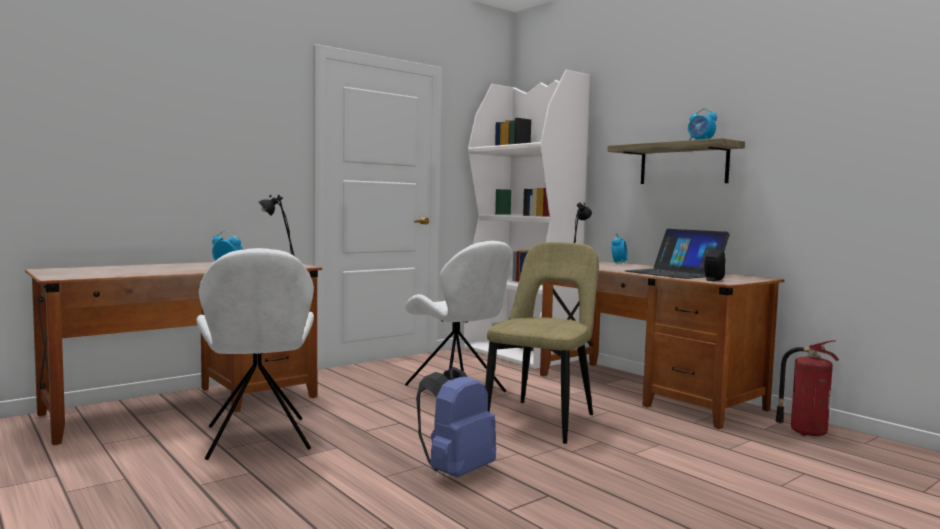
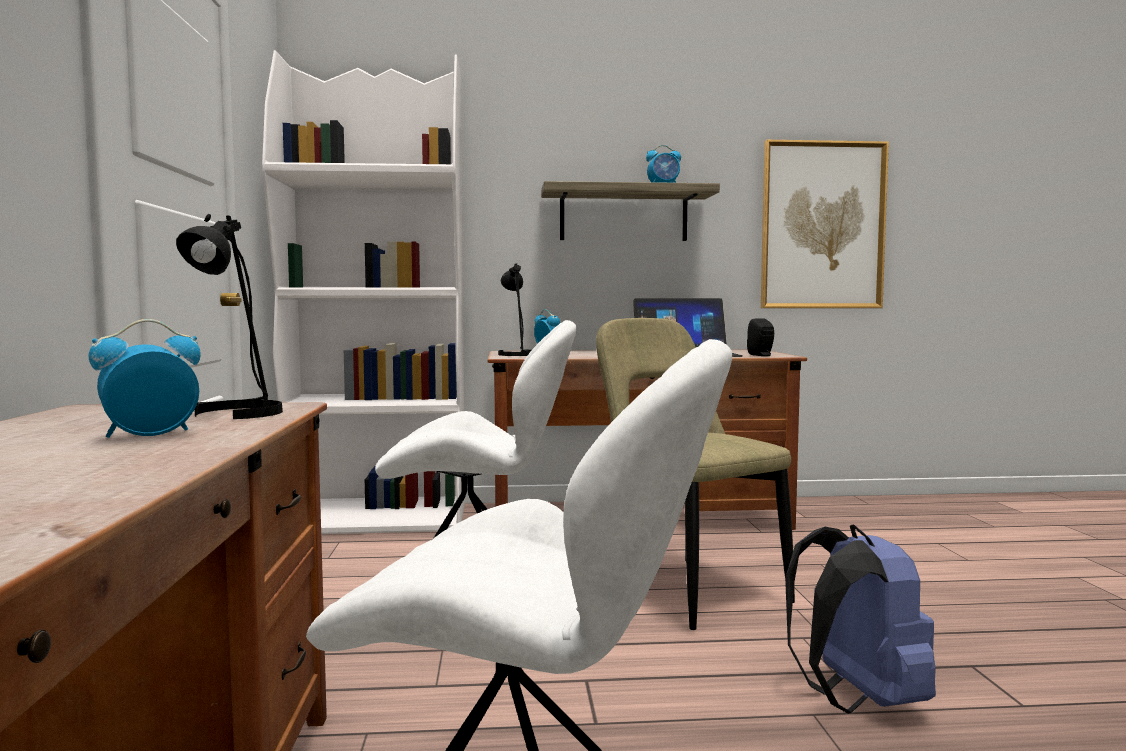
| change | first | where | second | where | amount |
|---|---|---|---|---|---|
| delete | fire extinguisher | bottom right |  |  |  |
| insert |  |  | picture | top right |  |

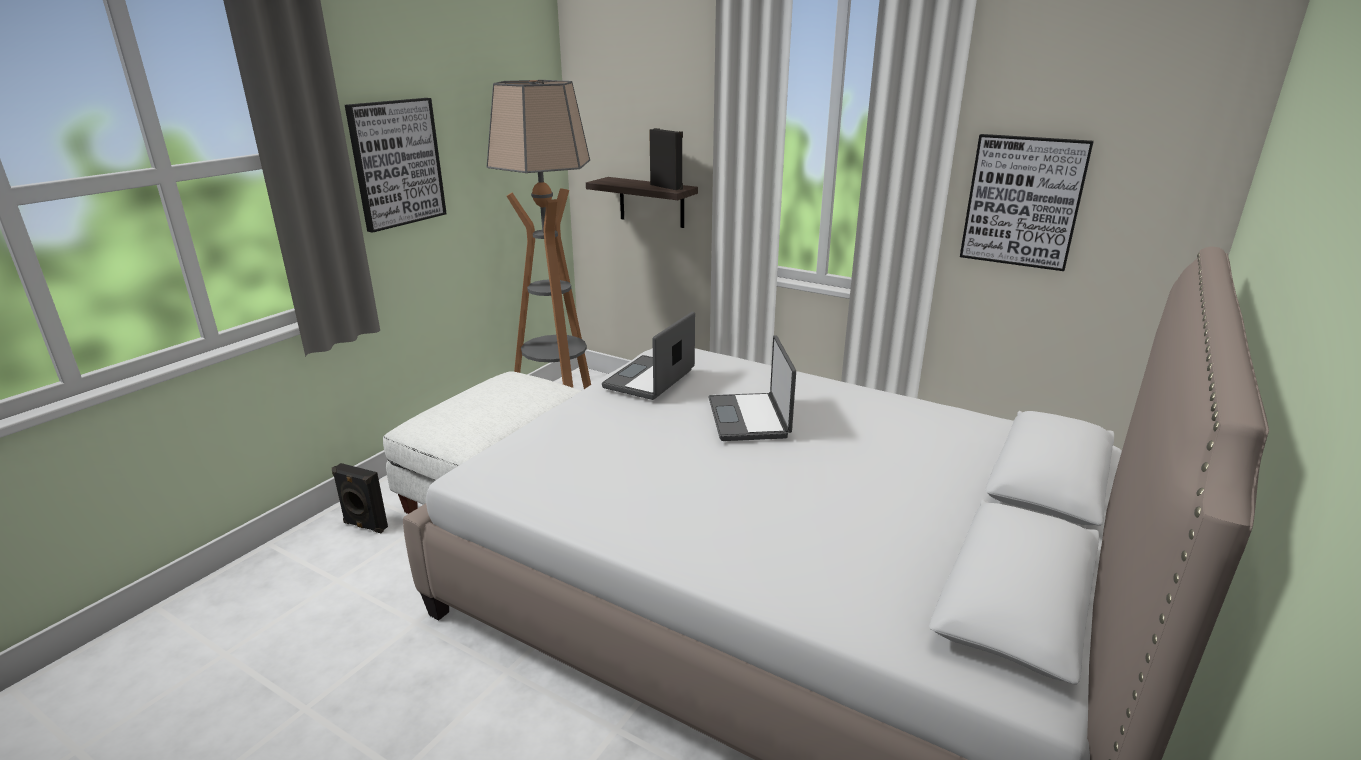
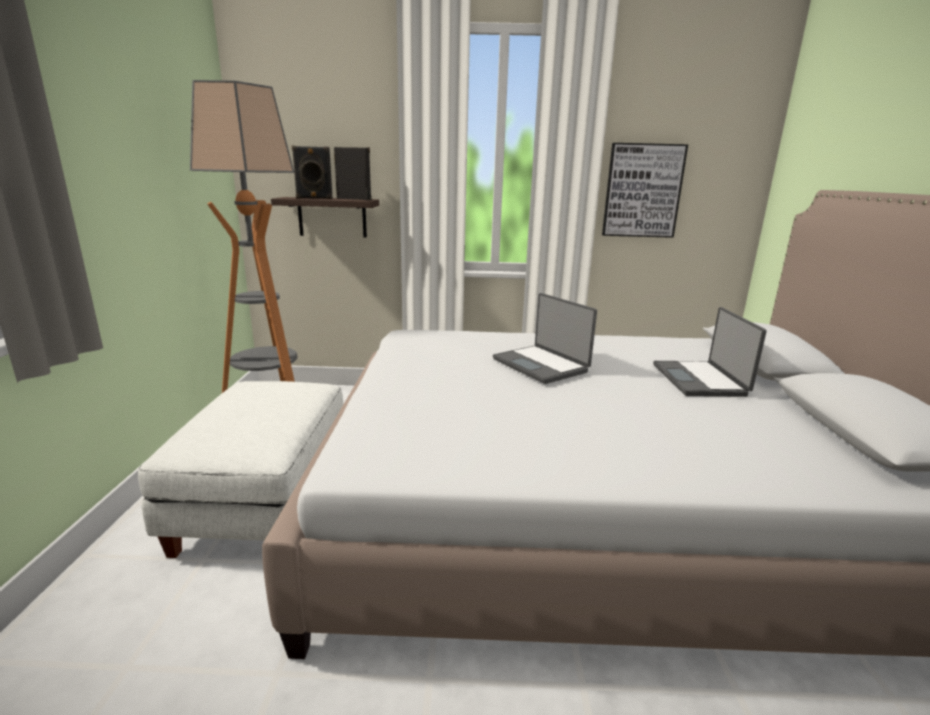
| change | first | where | second | where | amount |
|---|---|---|---|---|---|
| delete | picture (1st from left) | top left |  |  |  |
| move | black speaker (1st from left) | middle left |  | top centre |  |
| move | laptop (1st from left in the first image) | centre | laptop (2nd from left) | middle right |  |

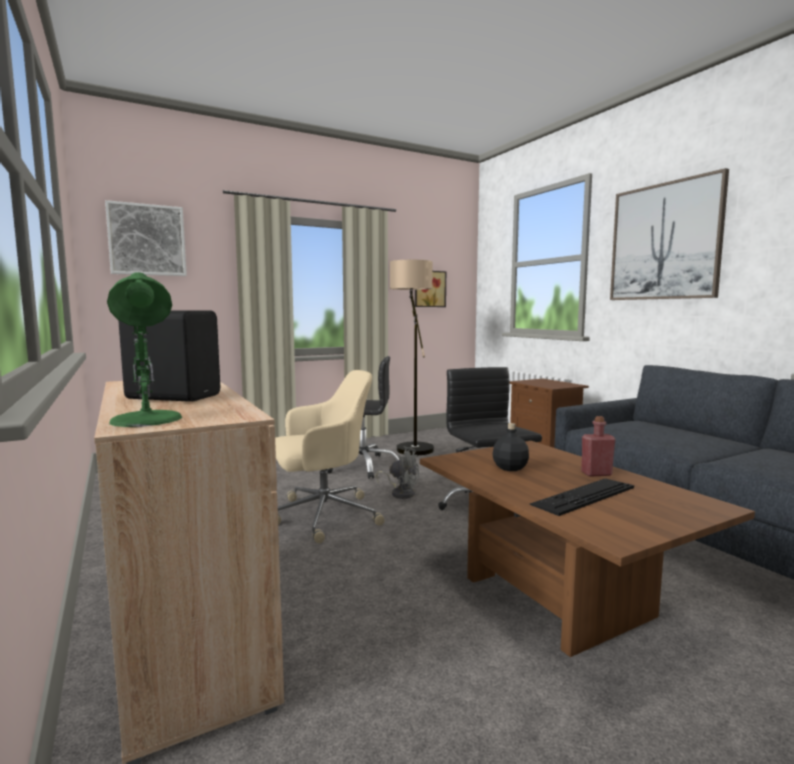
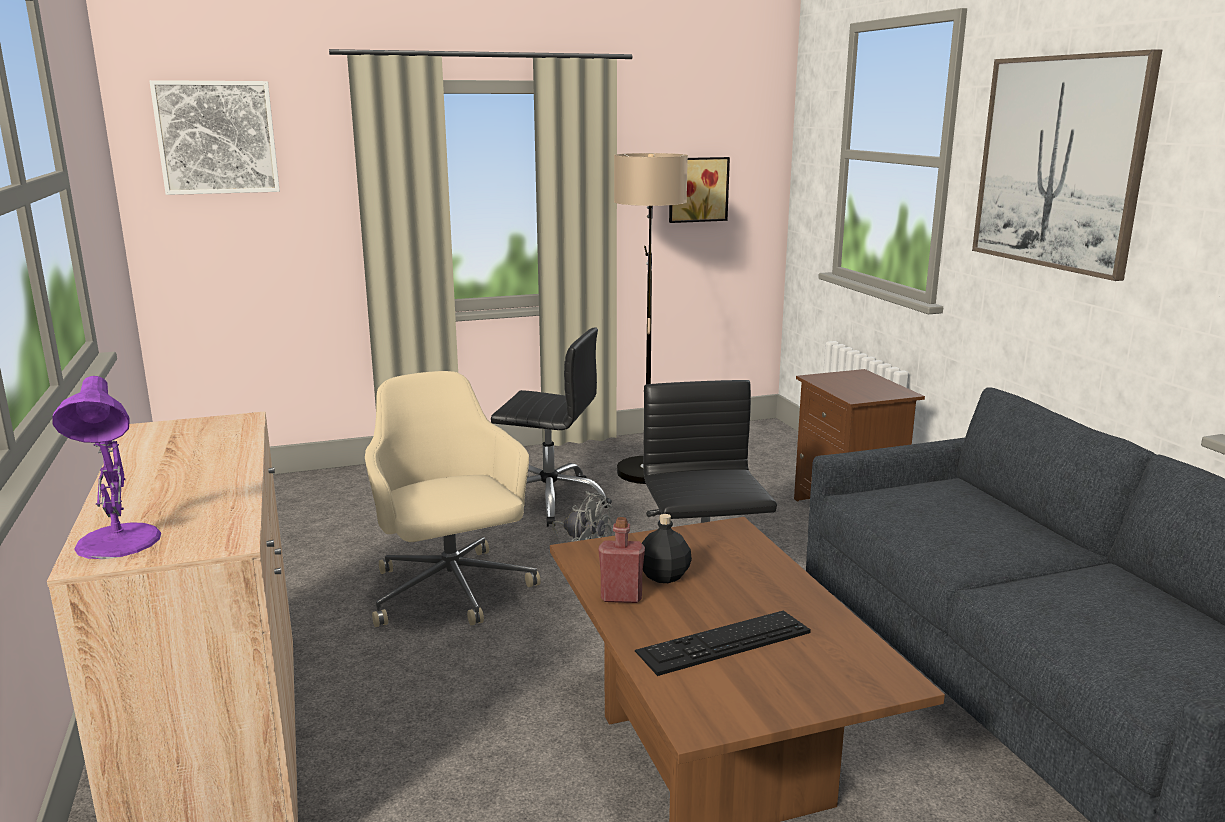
| change | first | where | second | where | amount |
|---|---|---|---|---|---|
| delete | black speaker | middle left |  |  |  |
| move | red bottle | middle right |  | bottom centre |  |
| recolor | green table lamp | middle left | purple table lamp | middle left |  |
| rotate | beige office chair | centre |  | centre | 105 degrees counterclockwise |

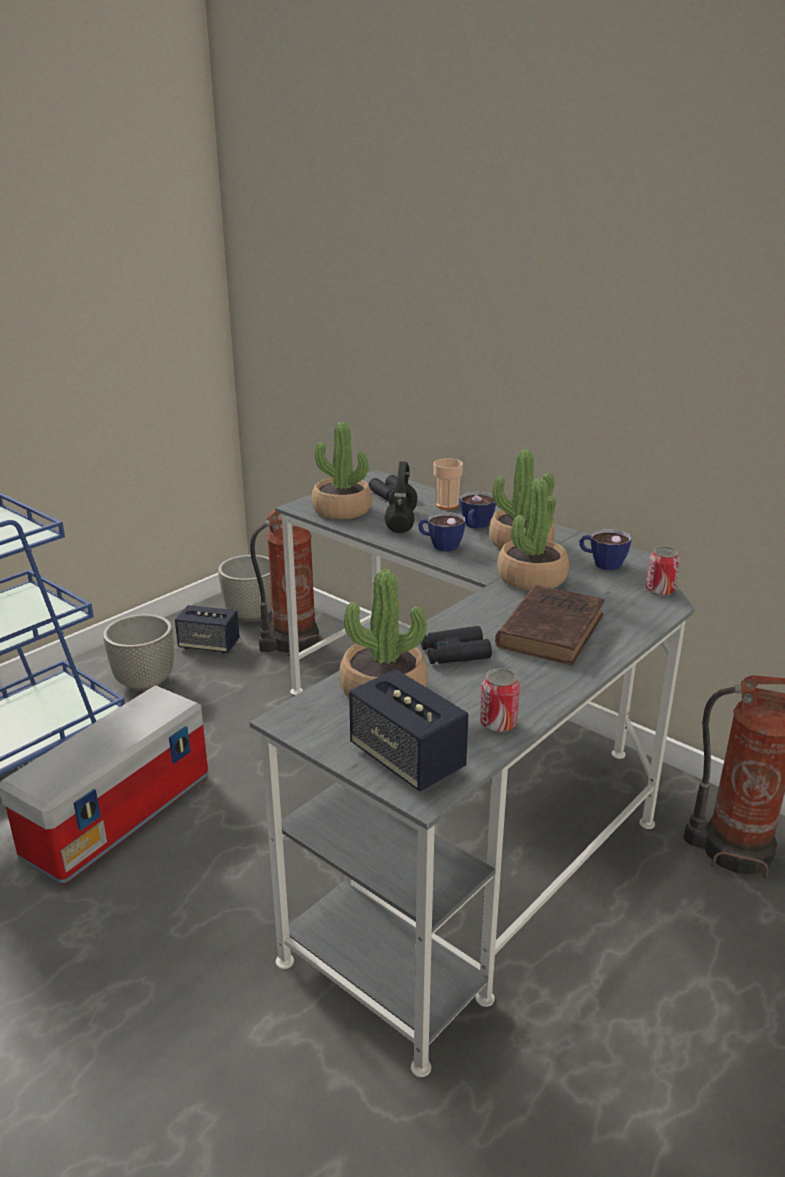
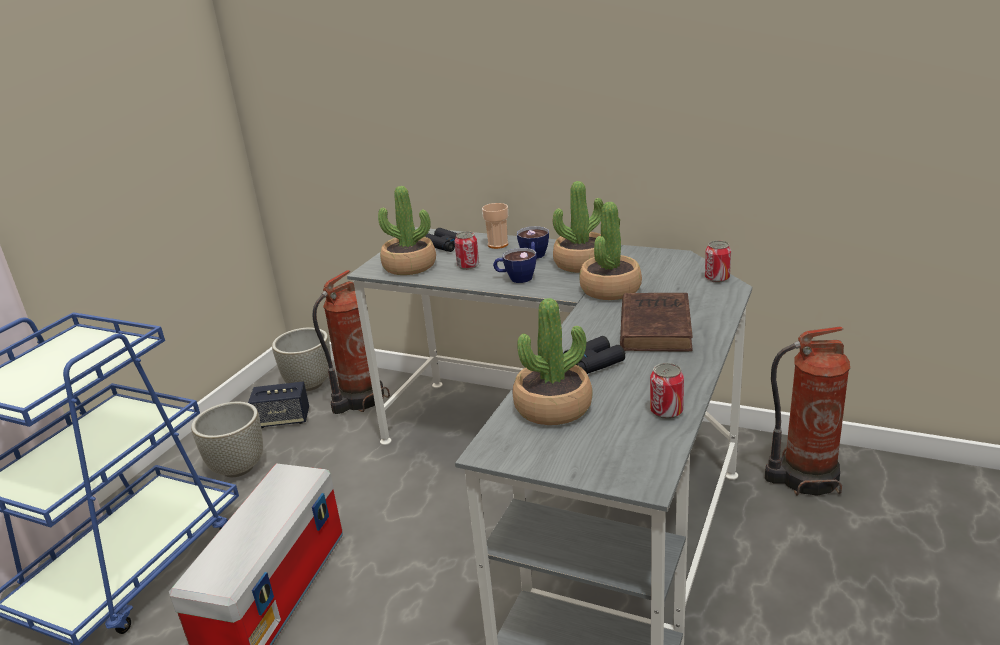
| change | first | where | second | where | amount |
|---|---|---|---|---|---|
| delete | speaker (2nd from left) | centre |  |  |  |
| delete | cup (4th from left) | middle right |  |  |  |
| replace | black headphones | centre | can (1st from left) | centre |  |

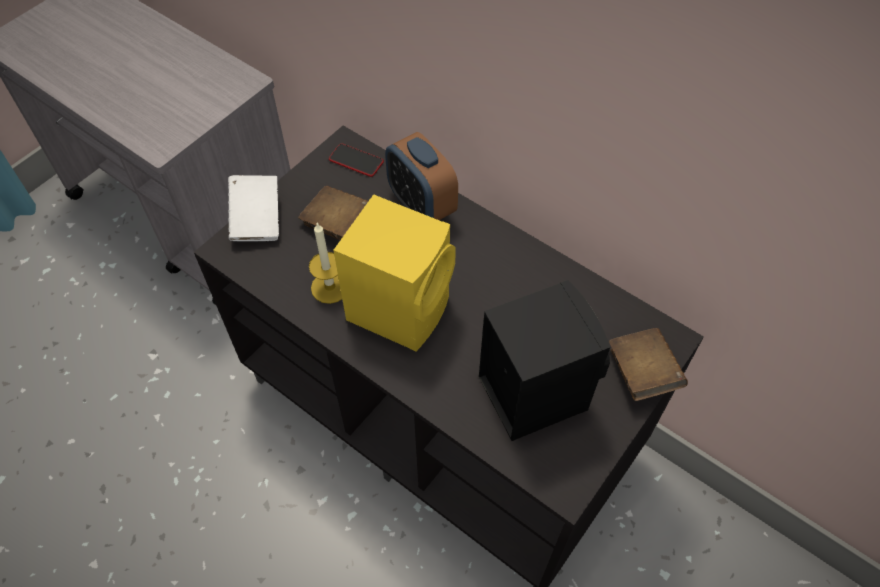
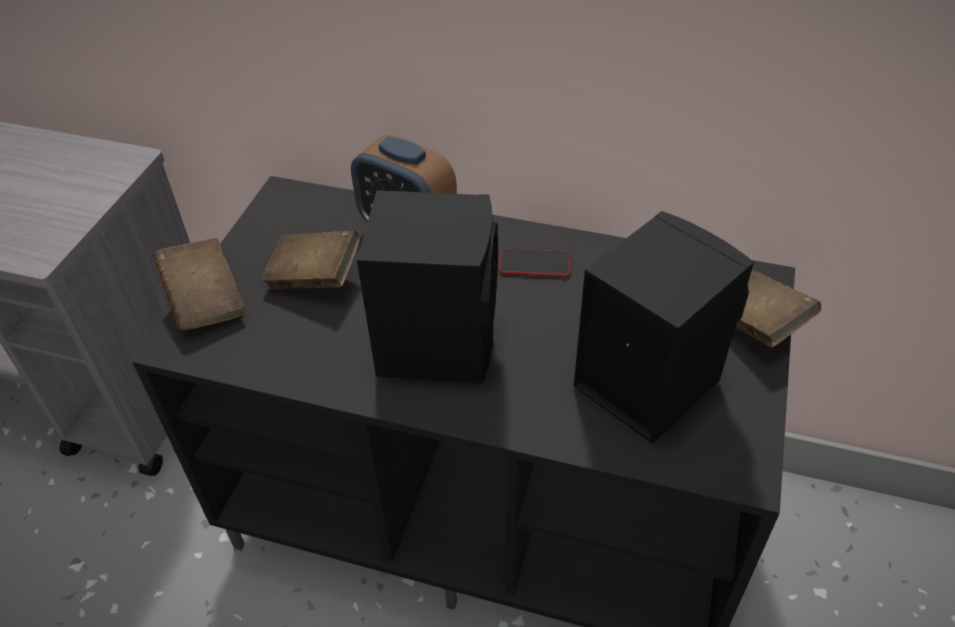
| change | first | where | second | where | amount |
|---|---|---|---|---|---|
| delete | candle | centre |  |  |  |
| move | phone | top centre |  | centre |  |
| recolor | white book | middle left | brown book (1st from left) | middle left |  |
| recolor | yellow speaker | centre | black speaker (1st from left) | centre |  |

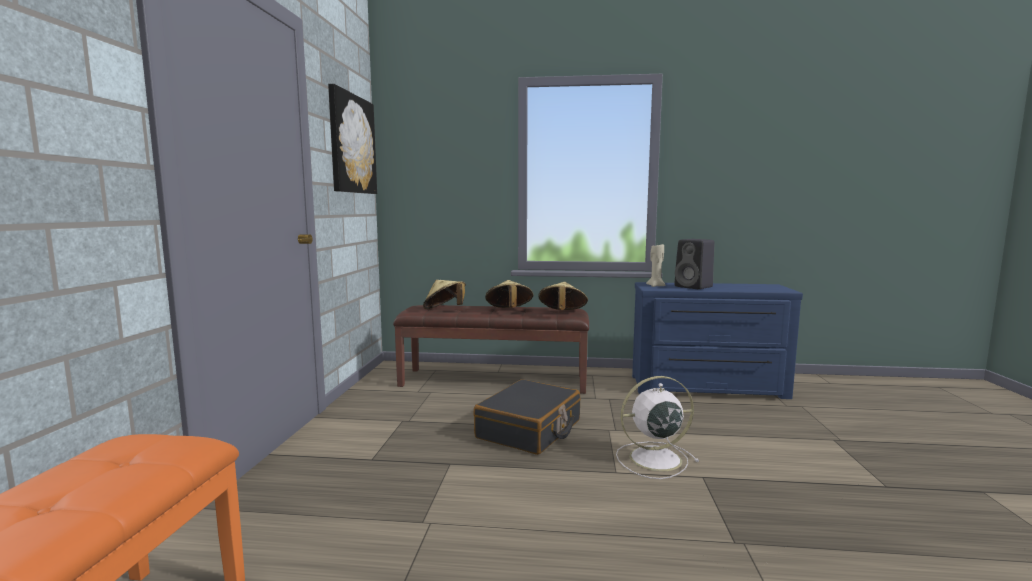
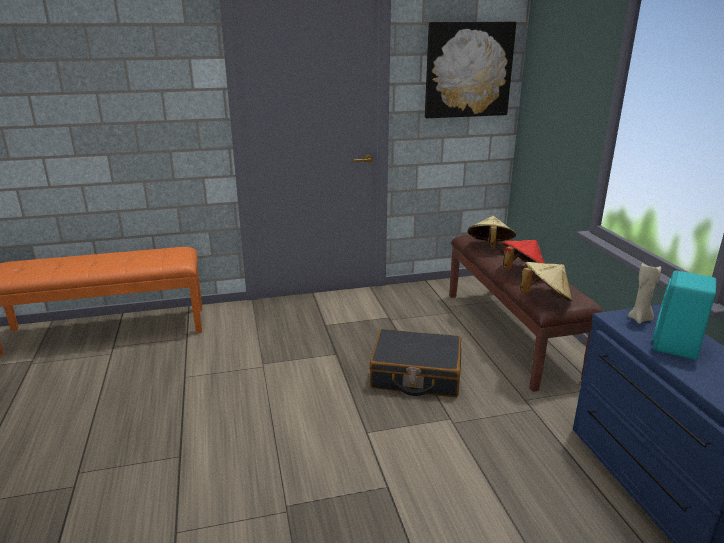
| change | first | where | second | where | amount |
|---|---|---|---|---|---|
| delete | white fan | bottom centre |  |  |  |
| recolor | beige hat (2nd from left) | centre | red hat | middle right |  |
| recolor | black speaker | middle right | turquoise speaker | middle right |  |

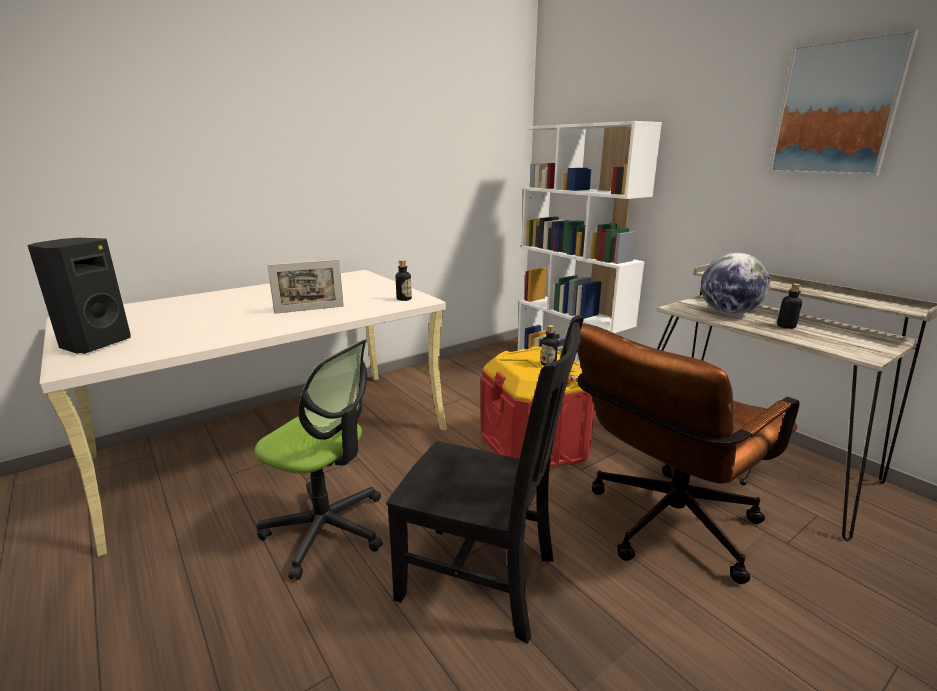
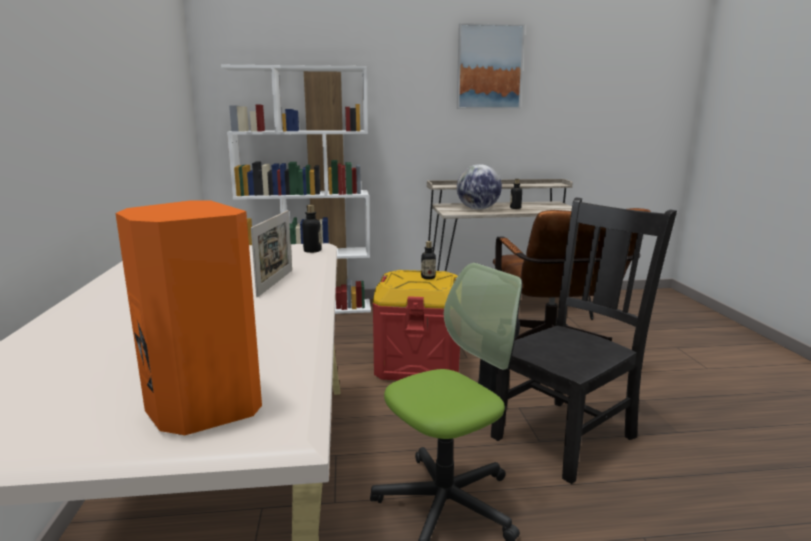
| change | first | where | second | where | amount |
|---|---|---|---|---|---|
| recolor | black speaker | middle left | orange speaker | middle left |  |

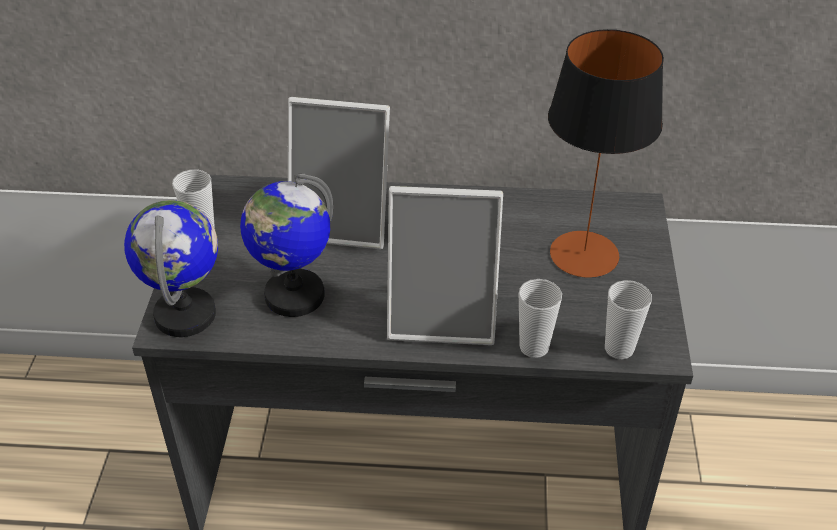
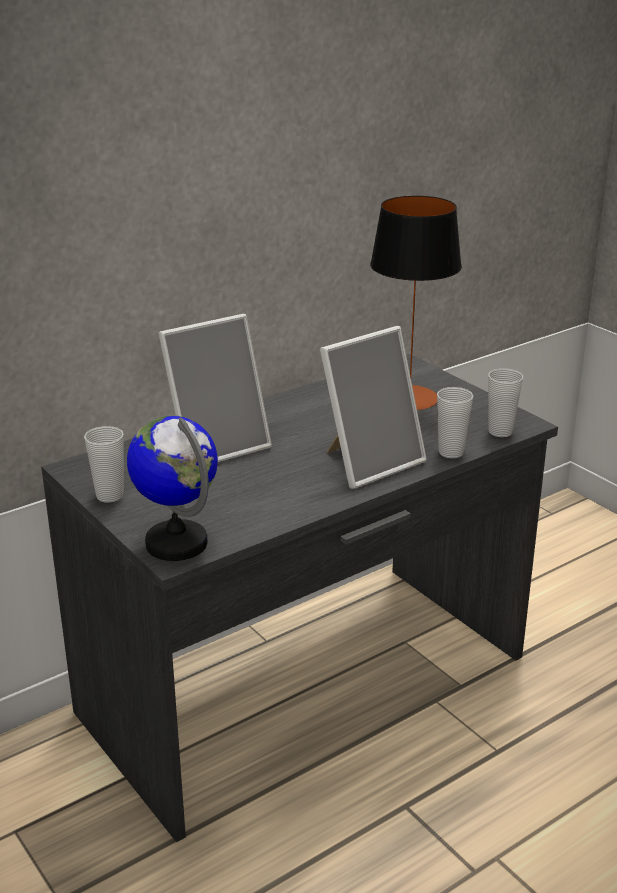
| change | first | where | second | where | amount |
|---|---|---|---|---|---|
| delete | globe (2nd from left) | centre |  |  |  |

